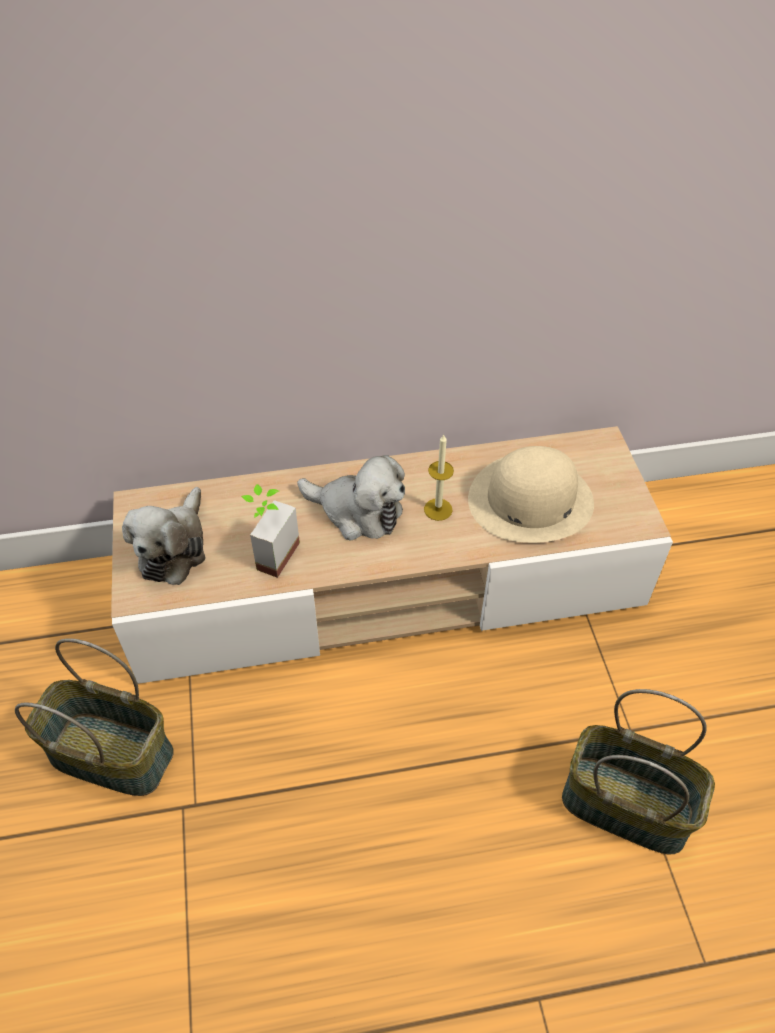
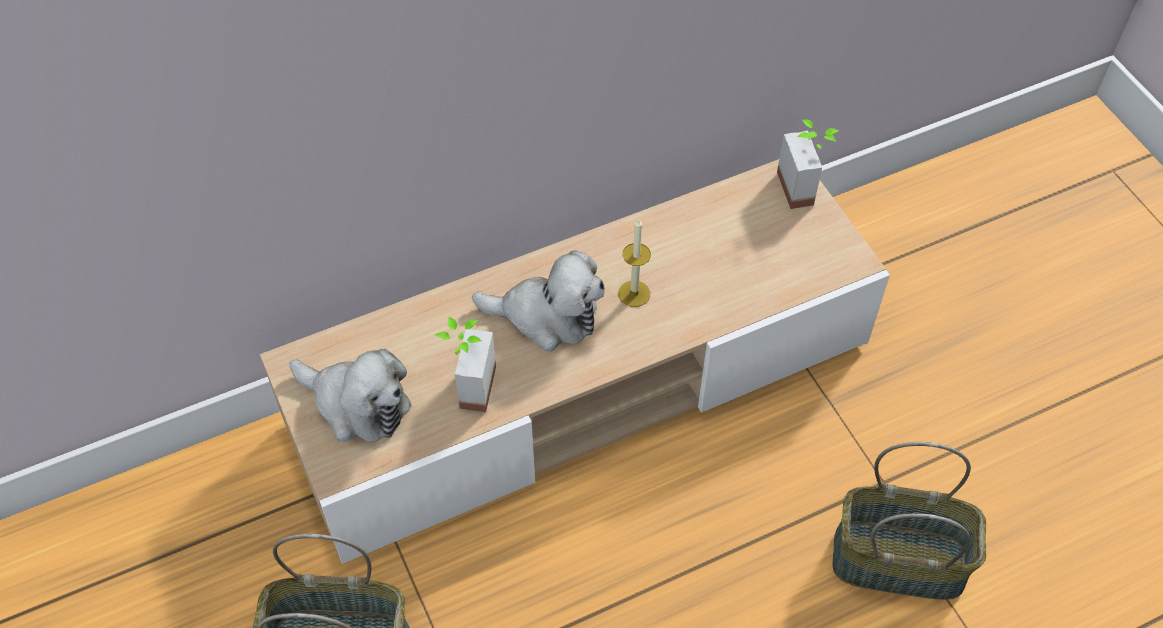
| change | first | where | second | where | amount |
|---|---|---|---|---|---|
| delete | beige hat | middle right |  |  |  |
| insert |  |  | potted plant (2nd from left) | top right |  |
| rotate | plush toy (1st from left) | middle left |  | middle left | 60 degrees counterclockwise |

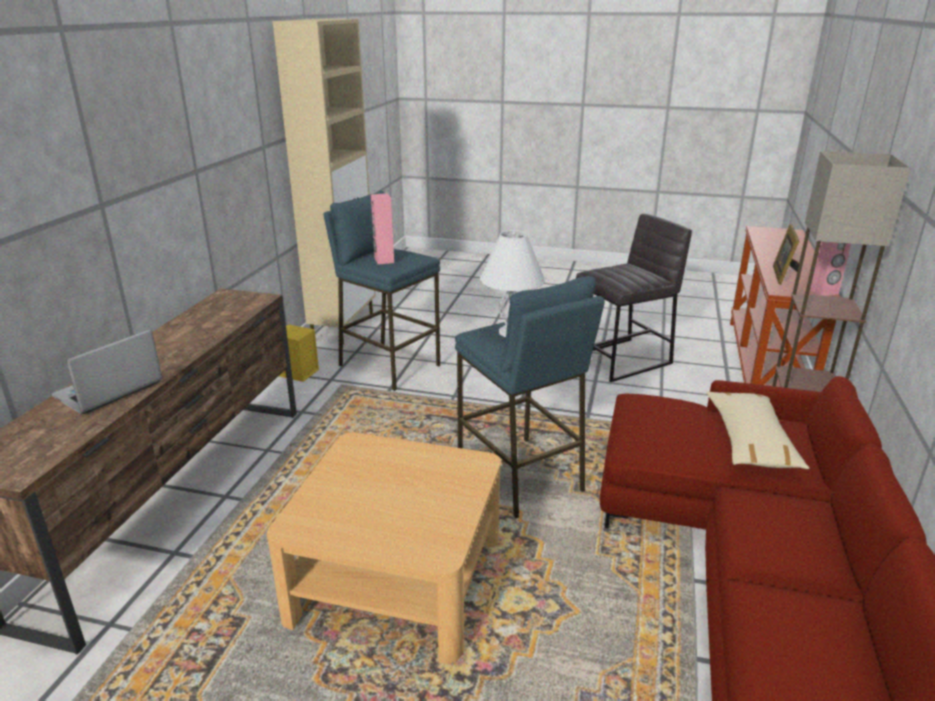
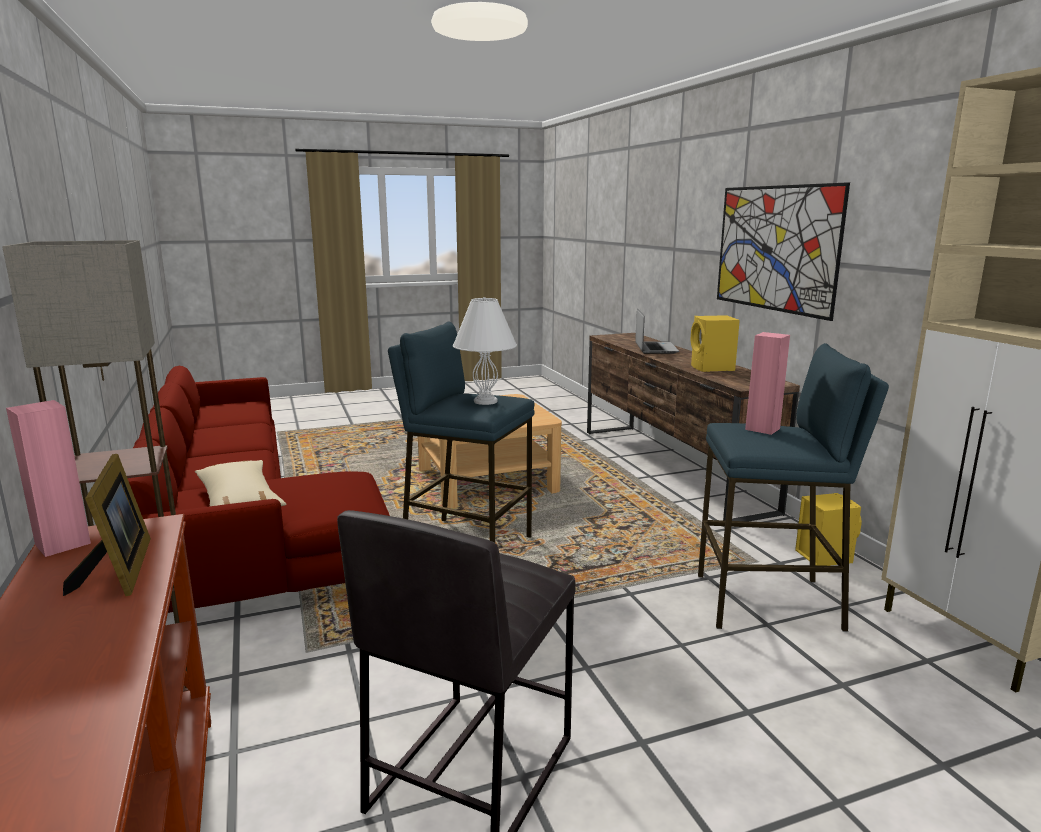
| change | first | where | second | where | amount |
|---|---|---|---|---|---|
| insert |  |  | yellow speaker (1st from left) | middle right |  |
| insert |  |  | picture | top right |  |

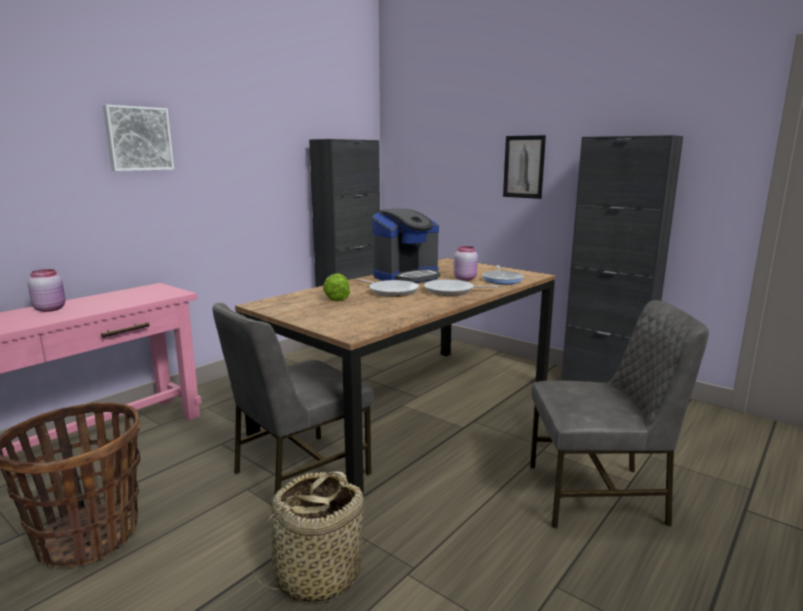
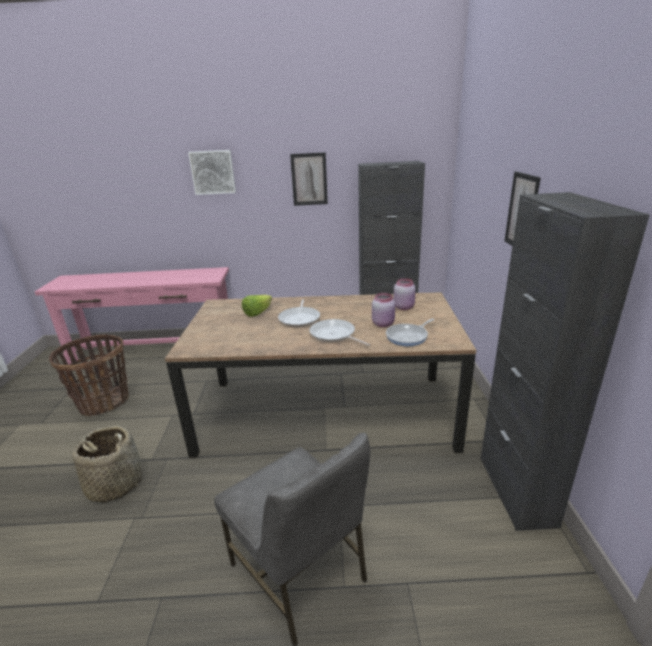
| change | first | where | second | where | amount |
|---|---|---|---|---|---|
| delete | grey chair (1st from left) | centre |  |  |  |
| delete | coffee machine | centre |  |  |  |
| insert |  |  | picture (2nd from left) | top centre |  |
| move | pink jar (1st from left in the first image) | middle left | pink jar (2nd from left) | centre |  |

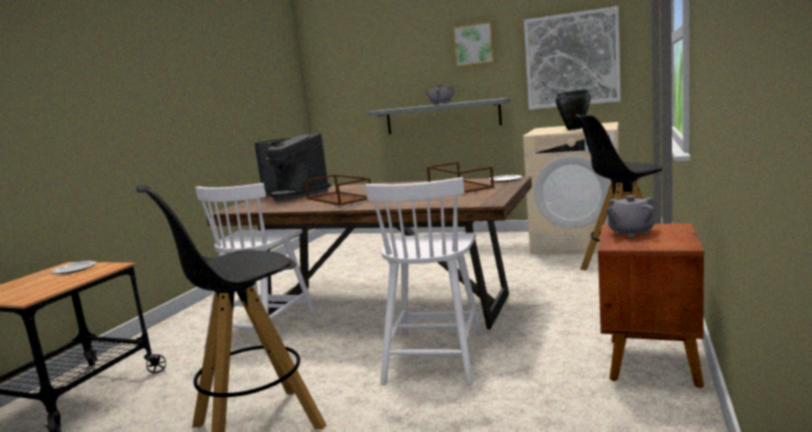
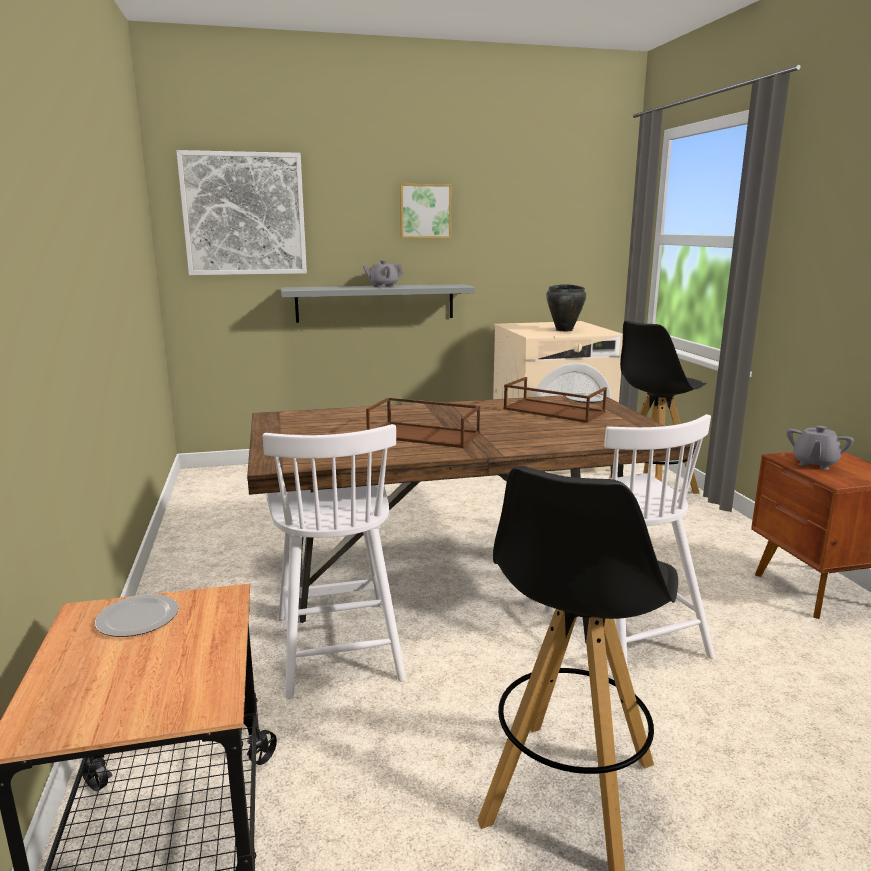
| change | first | where | second | where | amount |
|---|---|---|---|---|---|
| delete | coffee machine | centre |  |  |  |
| move | picture (2nd from left in the first image) | top right | picture (1st from left) | top left |  |

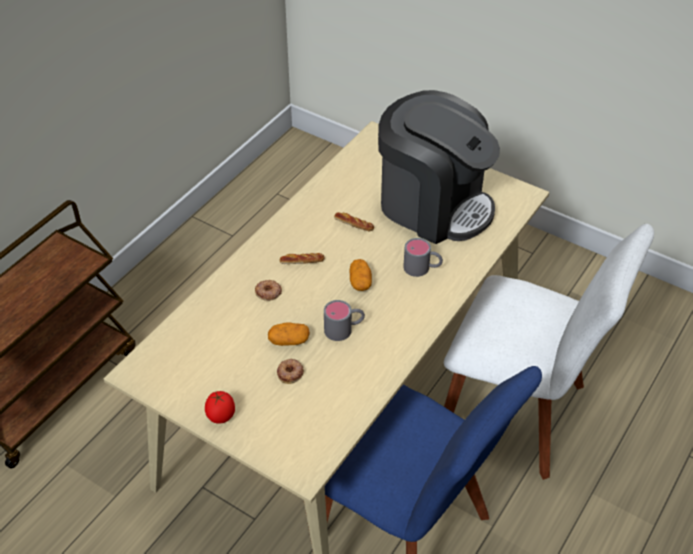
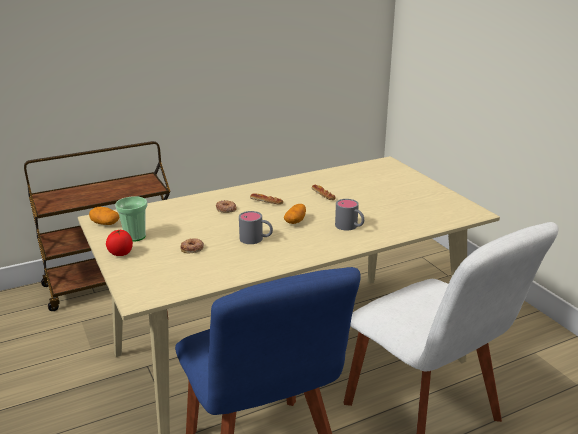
| change | first | where | second | where | amount |
|---|---|---|---|---|---|
| delete | coffee machine | top centre |  |  |  |
| insert |  |  | cup | middle left |  |
| move | potato (1st from left) | centre |  | middle left |  |

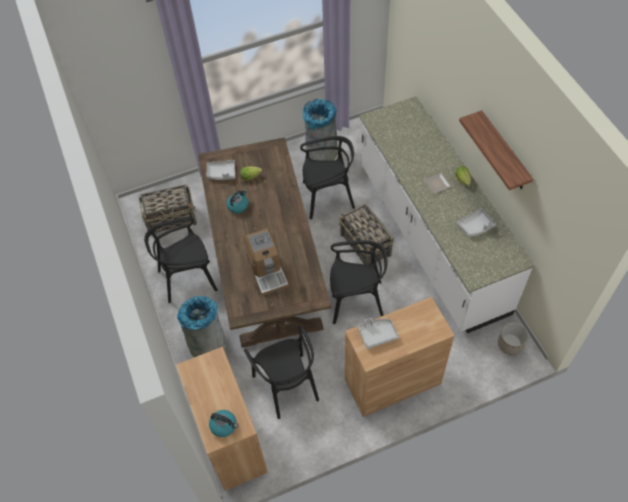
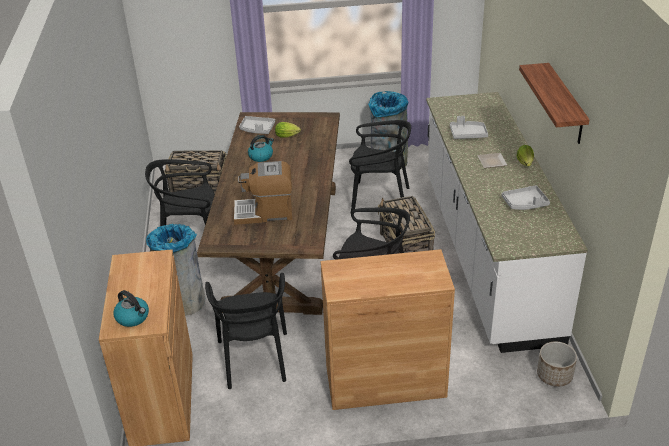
| change | first | where | second | where | amount |
|---|---|---|---|---|---|
| move | grey tray (2nd from left) | centre |  | top right |  |
| rotate | coffee machine | centre |  | centre | 90 degrees clockwise |

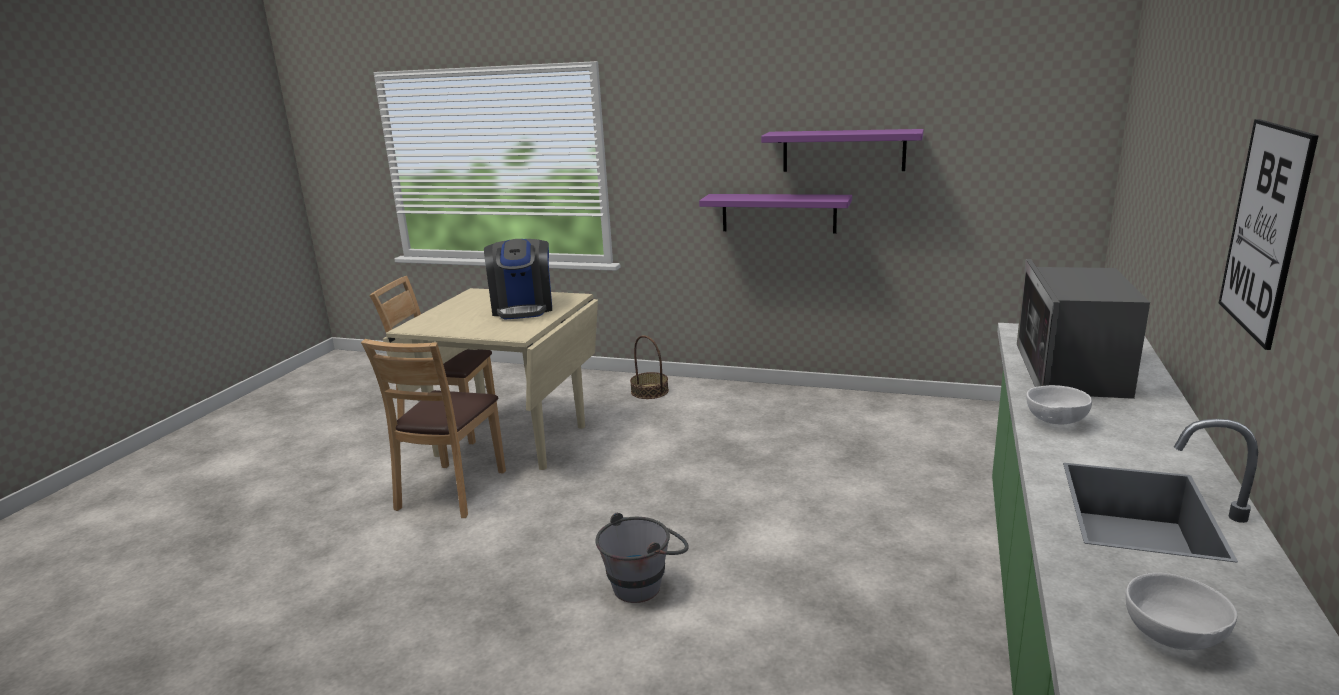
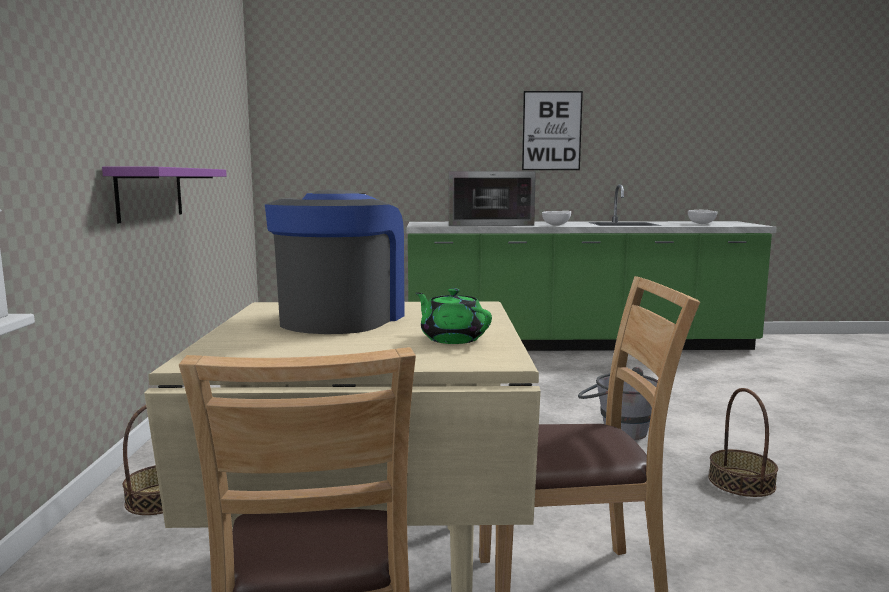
| change | first | where | second | where | amount |
|---|---|---|---|---|---|
| delete | purple shelf (2nd from left) | top centre |  |  |  |
| insert |  |  | green teapot | centre |  |
| insert |  |  | basket (2nd from left) | bottom right |  |
| rotate | coffee machine | centre |  | centre | 45 degrees counterclockwise |

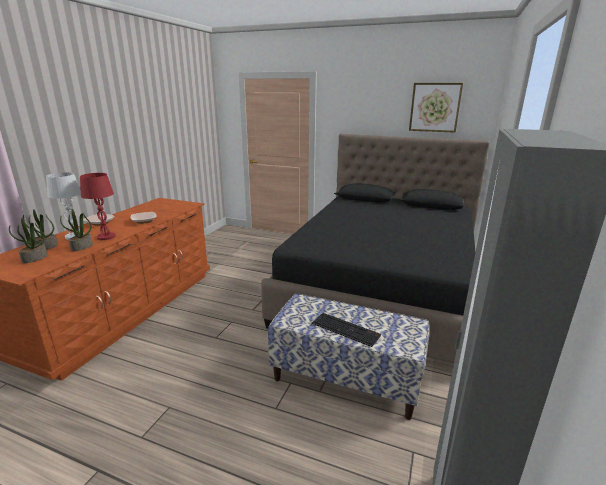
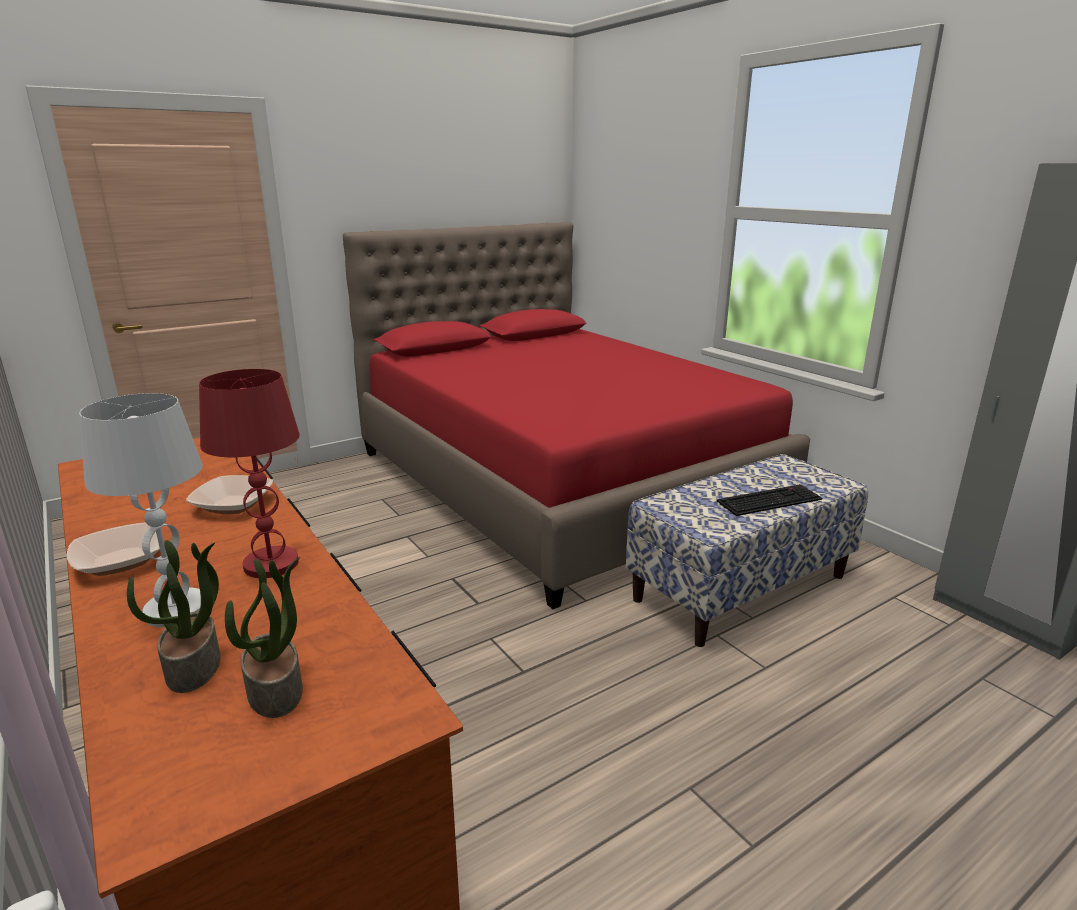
| change | first | where | second | where | amount |
|---|---|---|---|---|---|
| delete | potted plant (3rd from left) | middle left |  |  |  |
| delete | picture | top right |  |  |  |
| recolor | black bed | centre | red bed | centre |  |

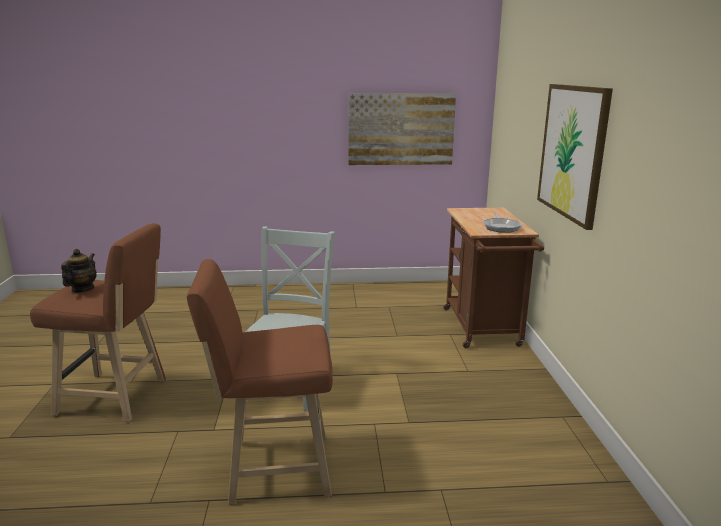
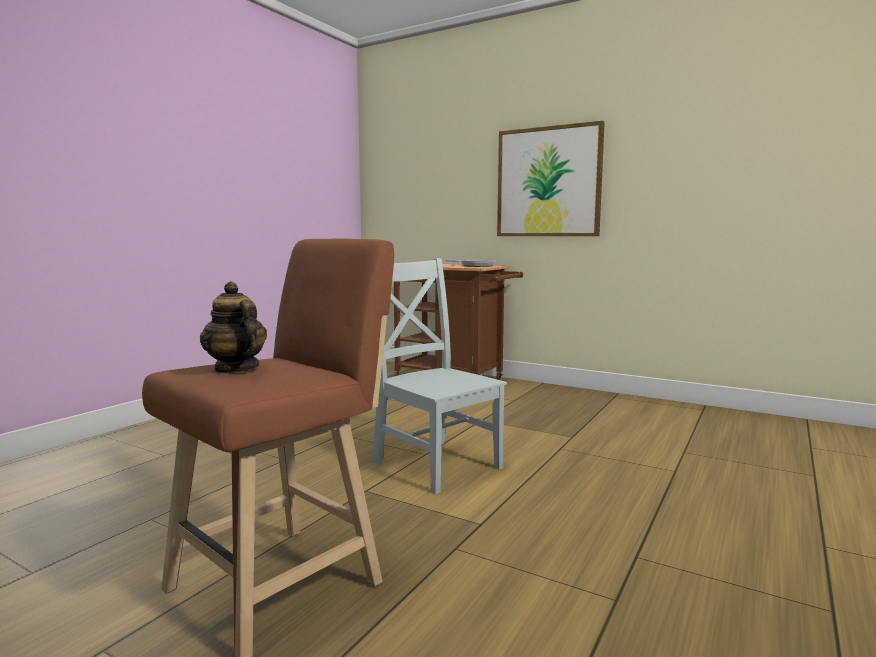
| change | first | where | second | where | amount |
|---|---|---|---|---|---|
| delete | brown stool (2nd from left) | bottom centre |  |  |  |
| delete | picture (1st from left) | top centre |  |  |  |

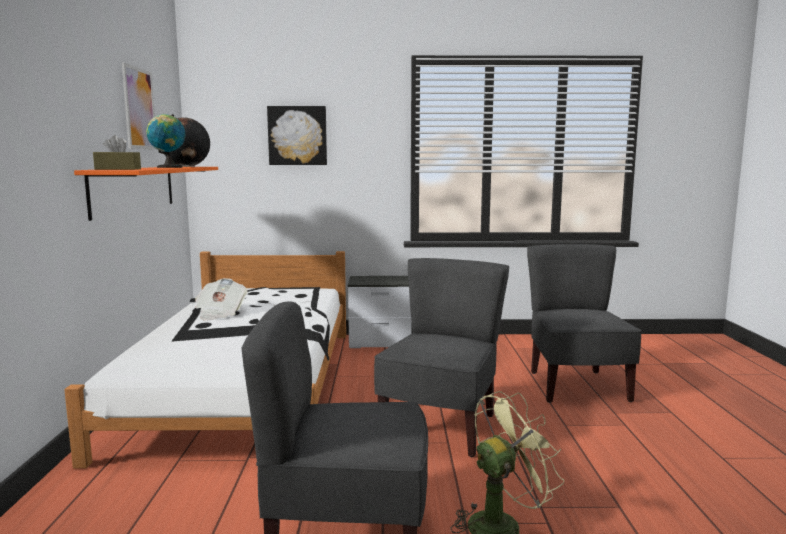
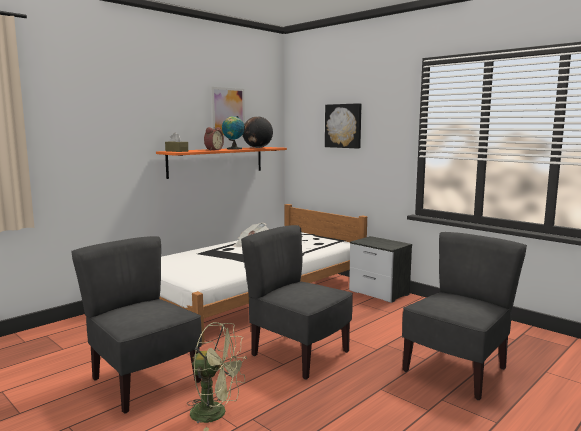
| change | first | where | second | where | amount |
|---|---|---|---|---|---|
| insert |  |  | alarm clock | top centre |  |
| rotate | grey chair (2nd from left) | bottom centre |  | bottom centre | 120 degrees counterclockwise |

